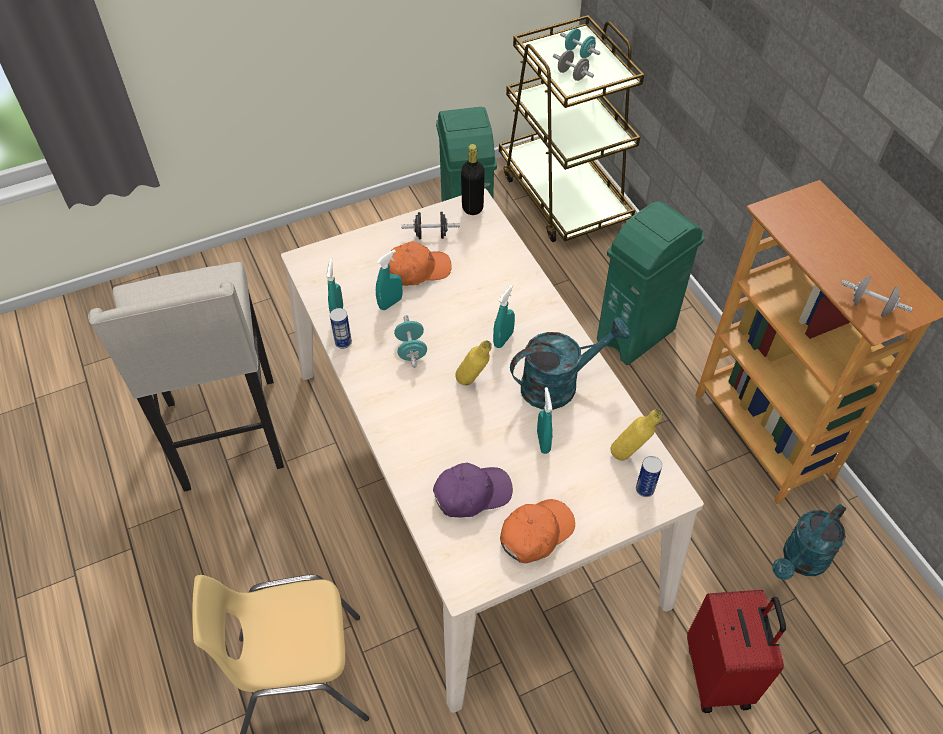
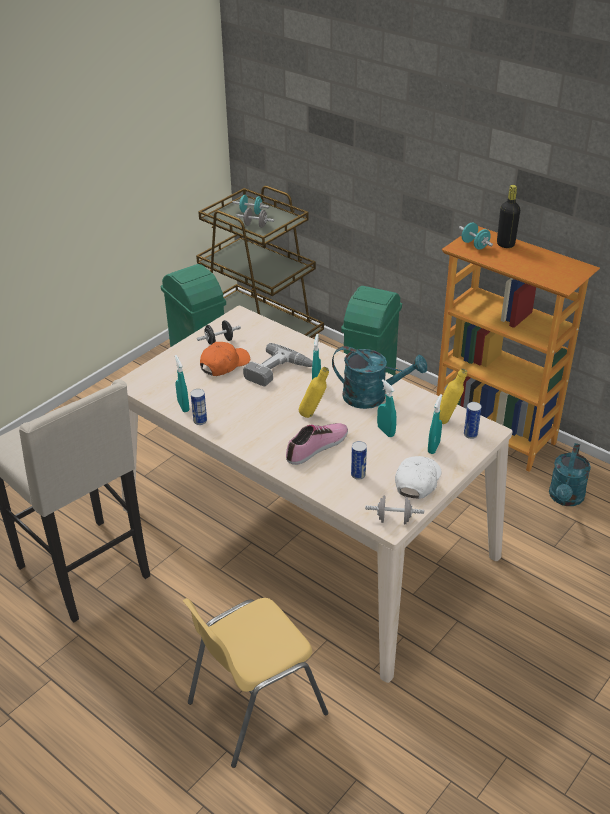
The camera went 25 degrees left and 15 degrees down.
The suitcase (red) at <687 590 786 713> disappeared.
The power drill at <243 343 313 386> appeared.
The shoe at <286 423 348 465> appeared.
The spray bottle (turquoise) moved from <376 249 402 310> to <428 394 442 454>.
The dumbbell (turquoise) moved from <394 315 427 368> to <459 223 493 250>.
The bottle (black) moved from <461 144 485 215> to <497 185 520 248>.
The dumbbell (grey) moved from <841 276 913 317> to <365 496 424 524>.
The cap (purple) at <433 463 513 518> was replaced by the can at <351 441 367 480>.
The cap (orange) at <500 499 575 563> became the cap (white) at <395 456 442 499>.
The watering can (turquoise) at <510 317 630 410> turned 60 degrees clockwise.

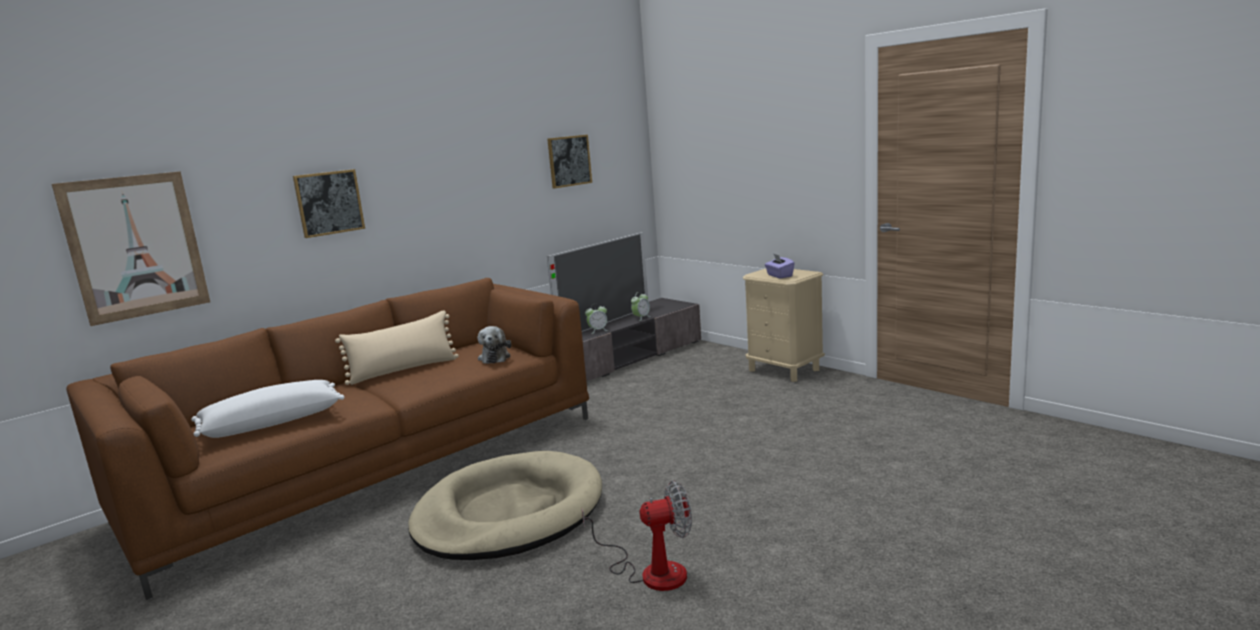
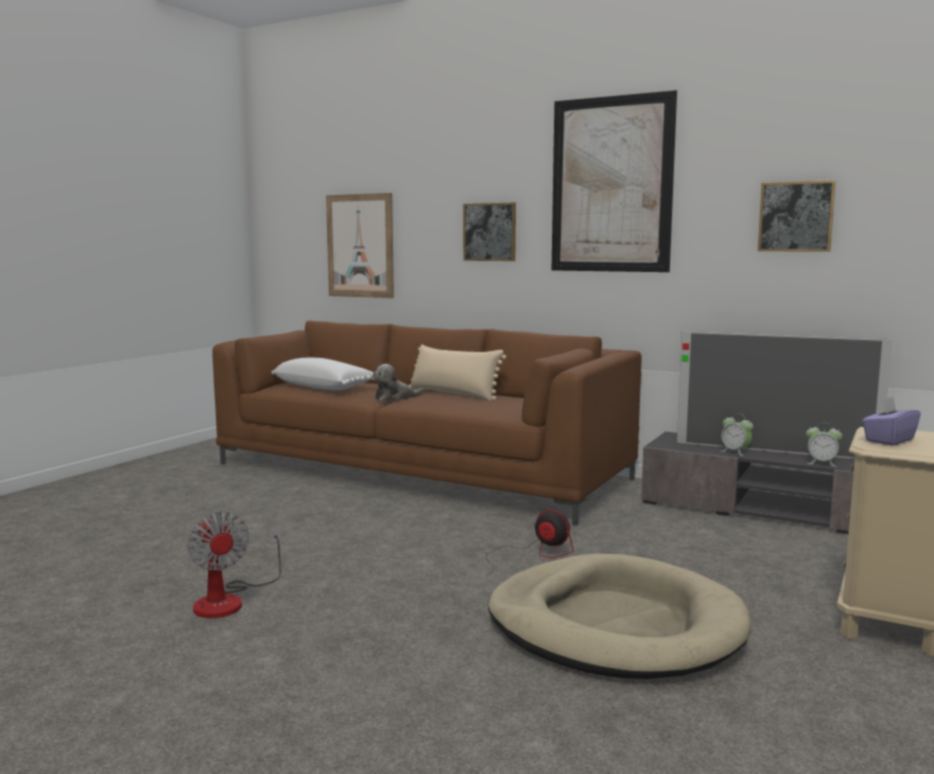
The camera went 70 degrees right and 5 degrees down.
The fan at <486 510 573 576> appeared.
The picture at <552 90 677 272> appeared.
The dog bed (beige) moved from <408 451 602 560> to <488 553 751 679>.
The plush toy moved from <478 326 511 364> to <372 364 424 401>.

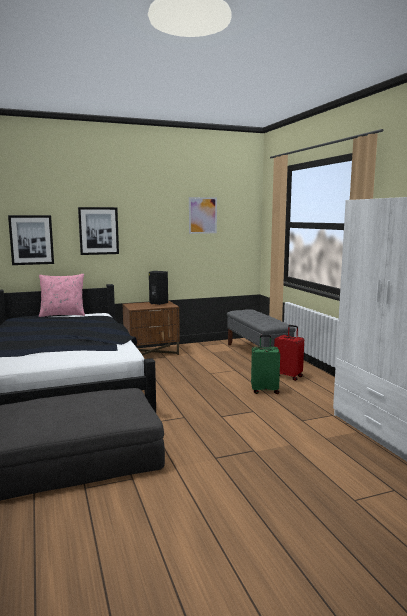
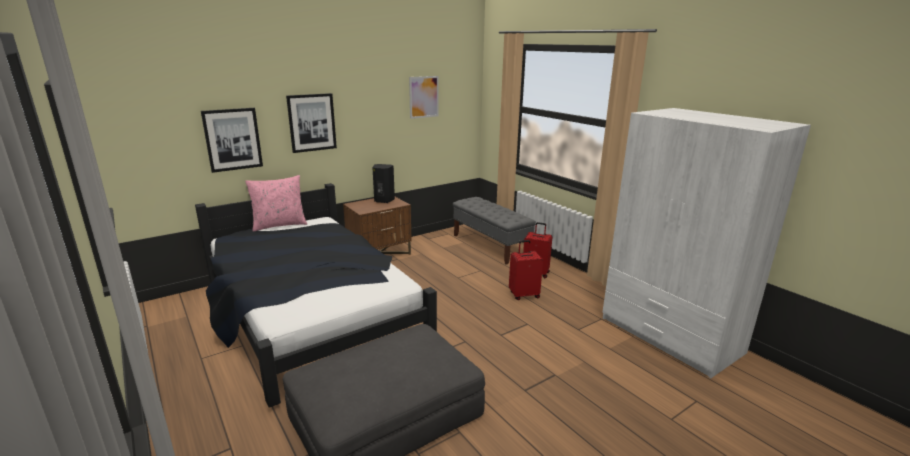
The camera went 15 degrees left and 10 degrees up.
The suitcase (green) at <251 335 280 394> became the suitcase (red) at <509 240 543 300>.

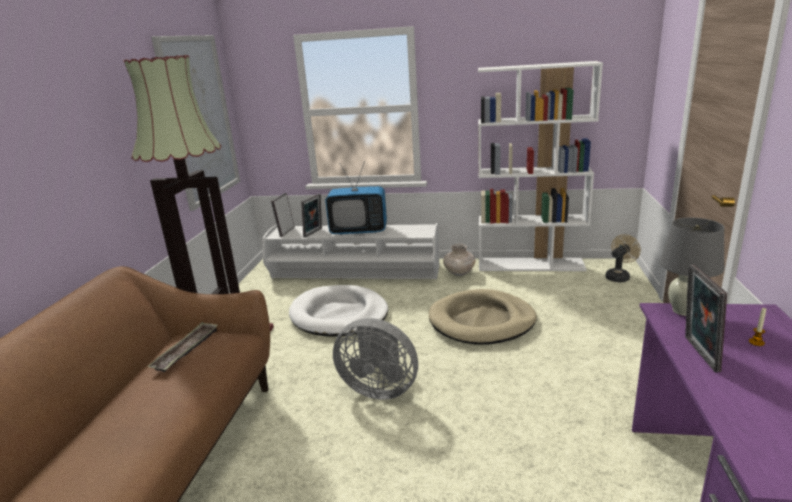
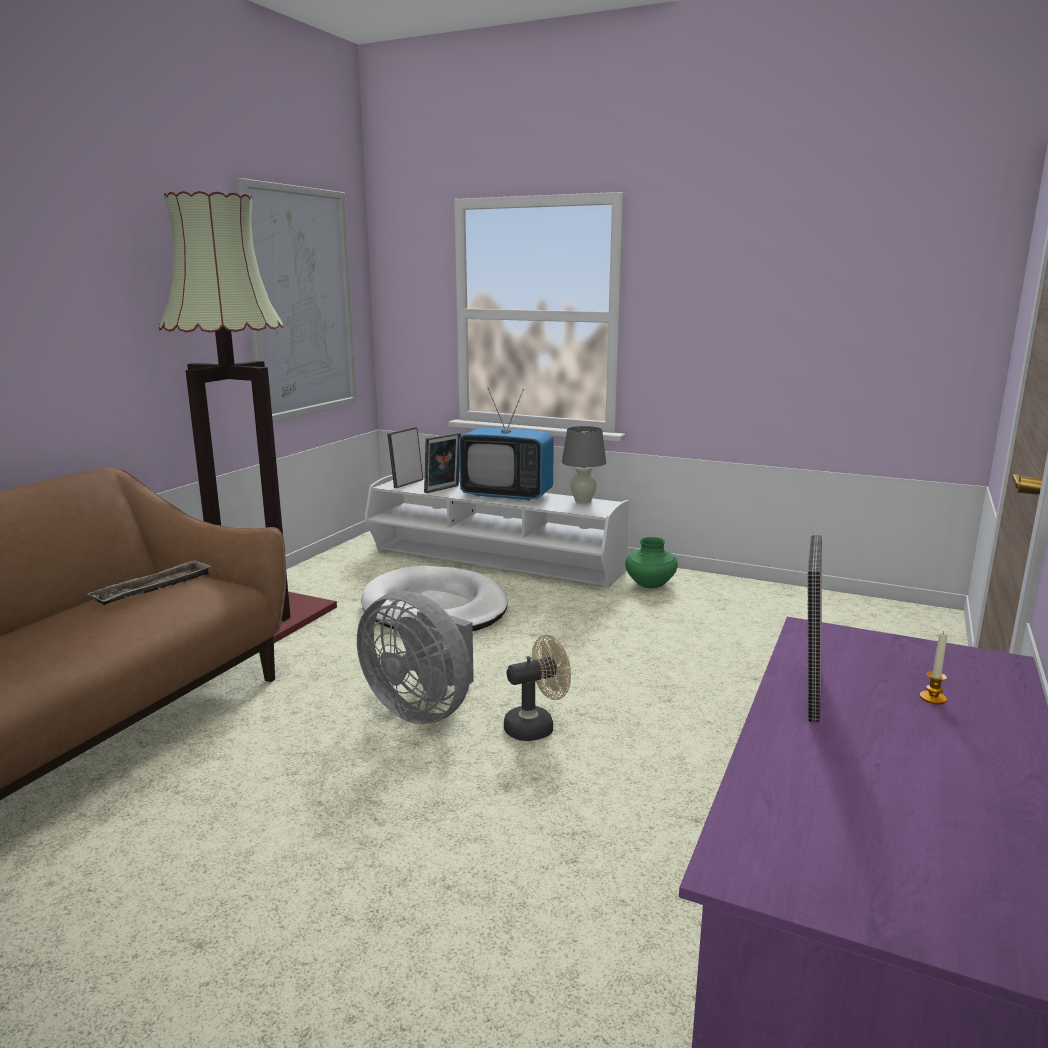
The camera went 15 degrees right and 5 degrees down.
The dog bed (beige) at <429 289 537 345> disappeared.
The bookcase (white) at <478 61 603 271> disappeared.
The fan (beige) moved from <605 234 641 282> to <504 635 571 741>.
The table lamp (grey) moved from <660 218 724 316> to <562 426 606 503>.
The vase (beige) at <443 244 475 276> became the vase (green) at <625 537 678 588>.

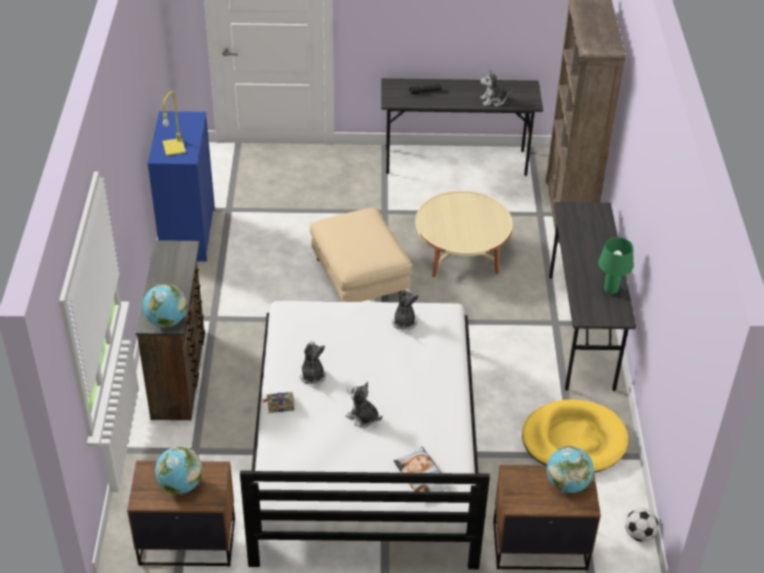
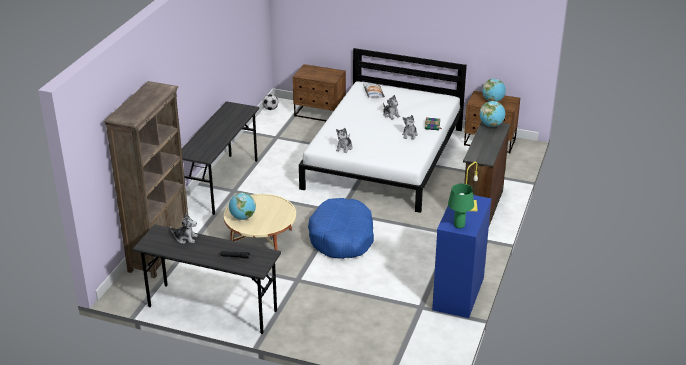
The camera went 160 degrees left and 10 degrees down.
The dog bed (yellow) at <522 399 628 473> disappeared.
The globe moved from <547 446 594 493> to <229 193 256 220>.
The table lamp (green) moved from <598 237 633 294> to <448 184 474 229>.
The ottoman (beige) at <310 208 411 302> was replaced by the dog bed (blue) at <308 198 374 259>.

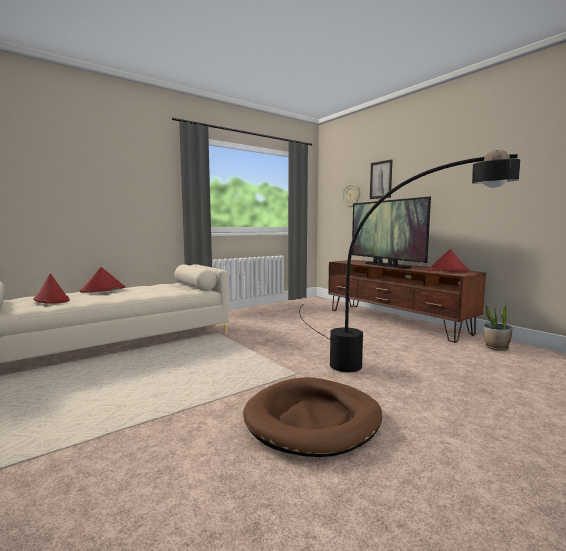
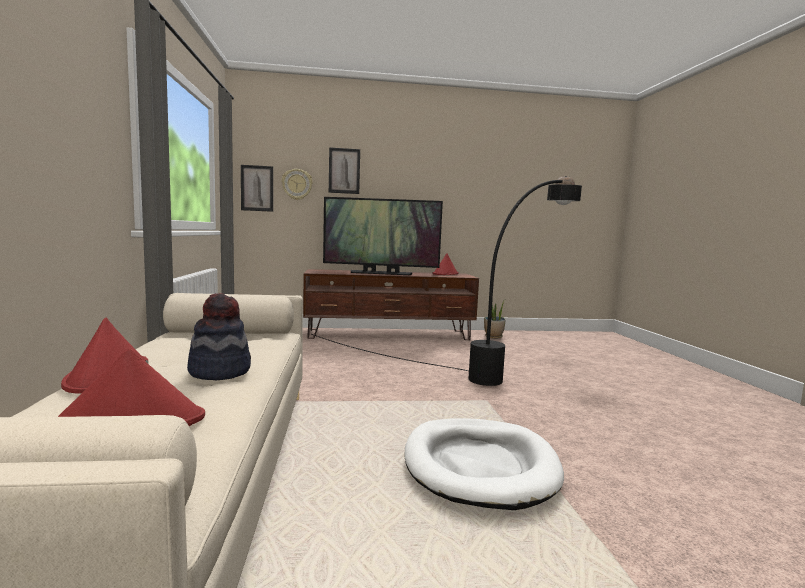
The camera went 60 degrees left and 0 degrees up.
The dog bed (brown) at <243 377 382 457> disappeared.
The hat at <187 293 251 380> appeared.
The picture at <241 165 273 212> appeared.
The dog bed (white) at <404 418 564 510> appeared.

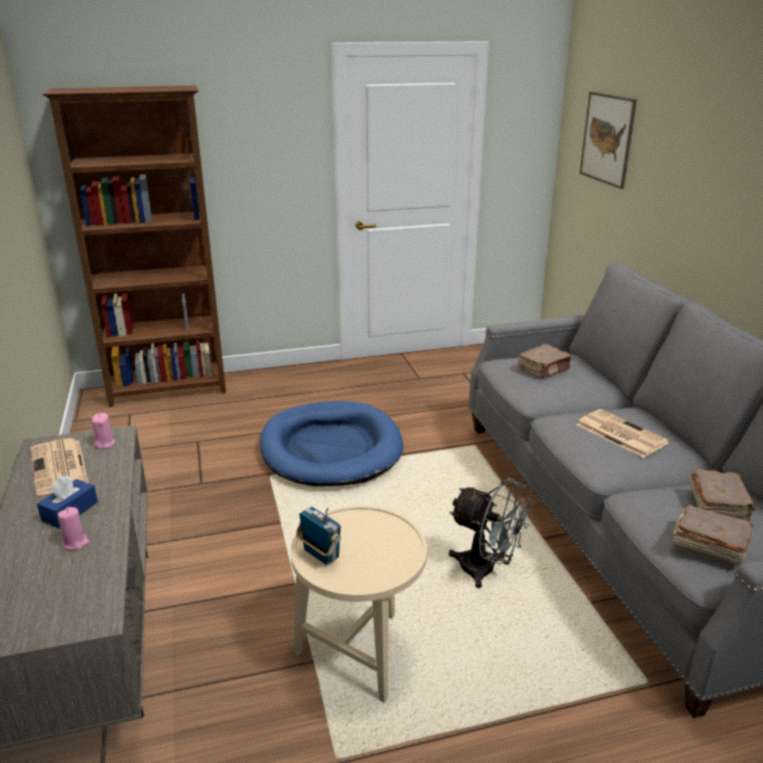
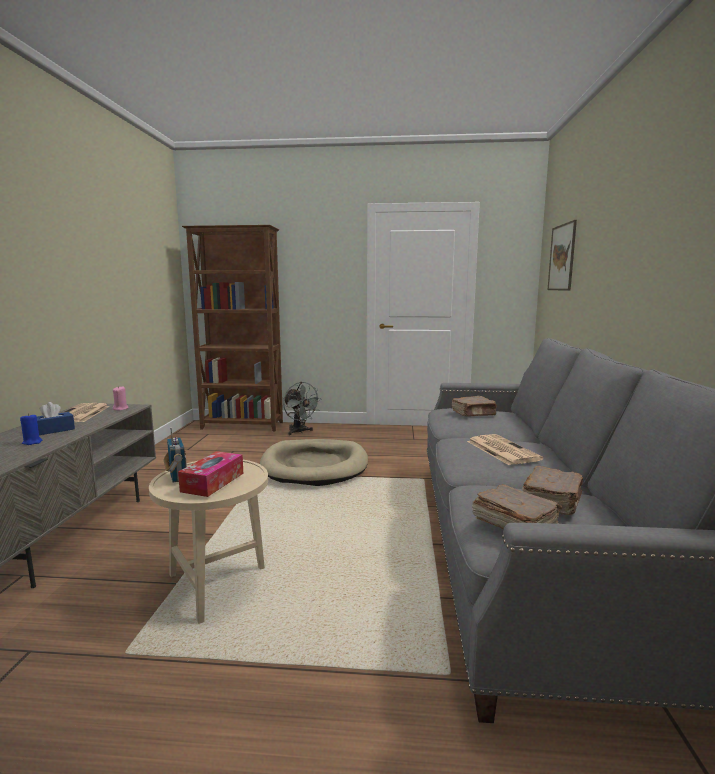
The camera went 20 degrees right and 15 degrees down.
The tissue box at <178 451 243 497> appeared.
The fan (grey) moved from <449 478 534 588> to <283 382 322 435>.
The candle (pink) at <58 507 90 550> became the candle (blue) at <20 413 43 445>.
The dog bed (blue) at <260 401 403 486> became the dog bed (beige) at <260 439 368 486>.

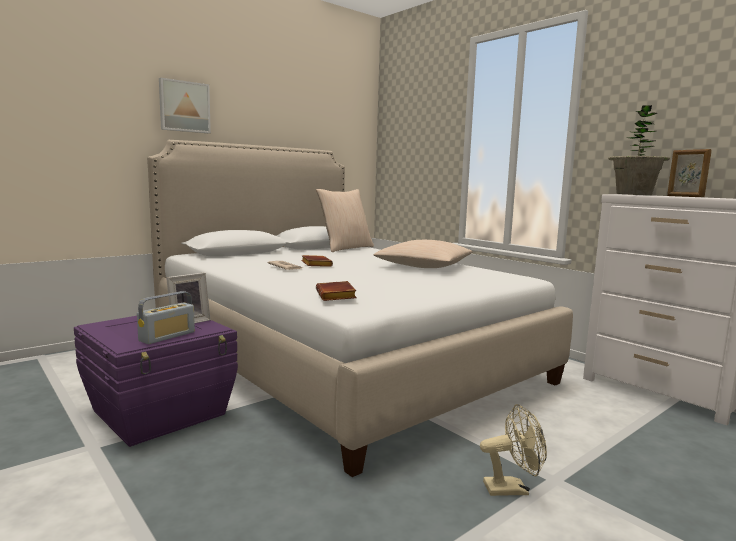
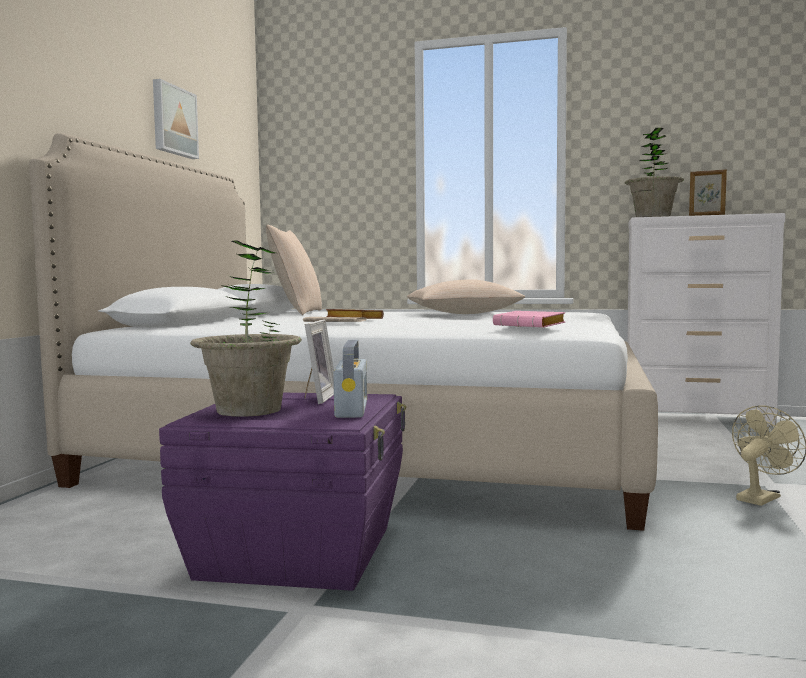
The camera went 35 degrees left and 5 degrees down.
The potted plant at <190 240 302 417> appeared.
The picture moved from <159 78 211 133> to <153 79 199 159>.
The book (brown) at <316 281 357 301> became the book (pink) at <493 311 565 328>.

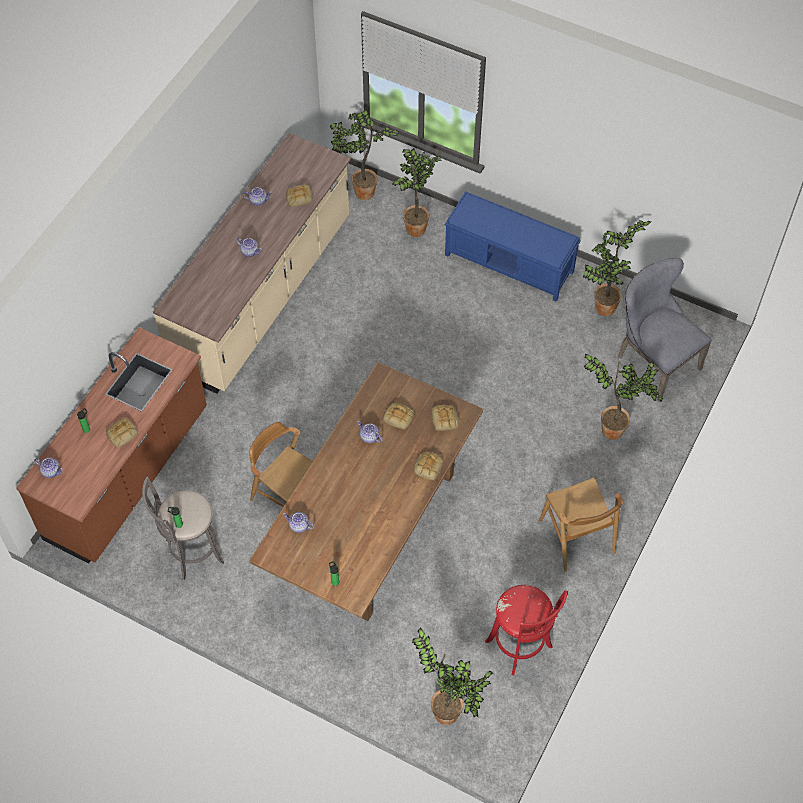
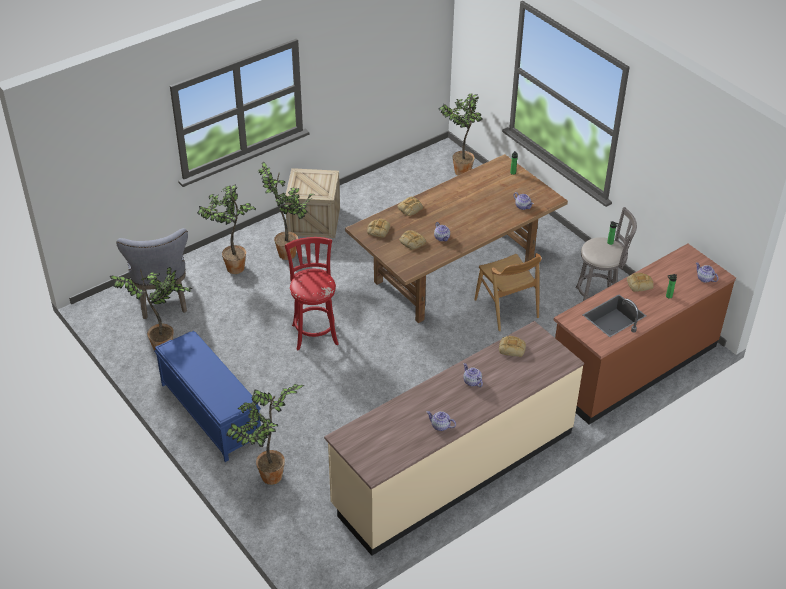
The camera went 155 degrees left and 15 degrees down.
The bread moved from <286 185 313 207> to <499 336 526 357>.
The potted plant moved from <330 109 399 200> to <257 161 313 260>.
The stool (red) moved from <485 585 568 675> to <285 237 339 350>.
The chair (brown) at <539 478 623 572> was replaced by the crate at <285 168 340 238>.

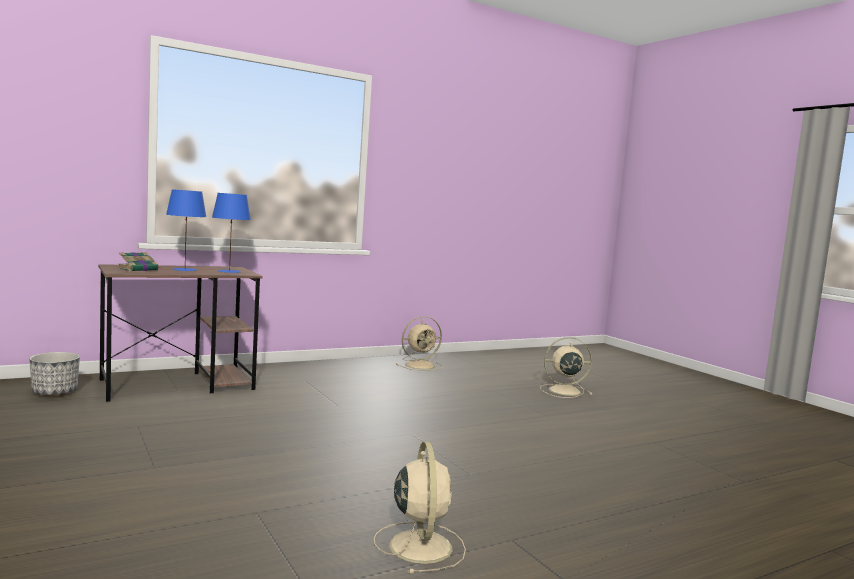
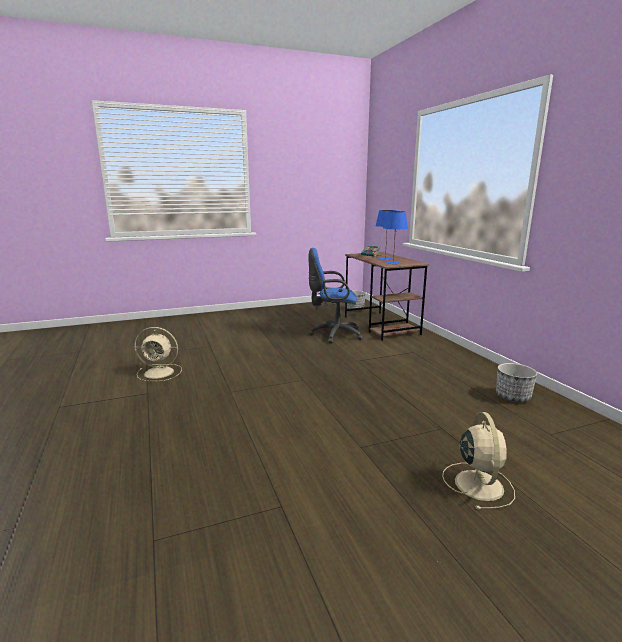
The camera went 100 degrees right and 10 degrees up.
The office chair (blue) at <308 248 363 343> appeared.
The fan (beige) at <396 316 443 371> was replaced by the planter at <496 363 537 402>.

